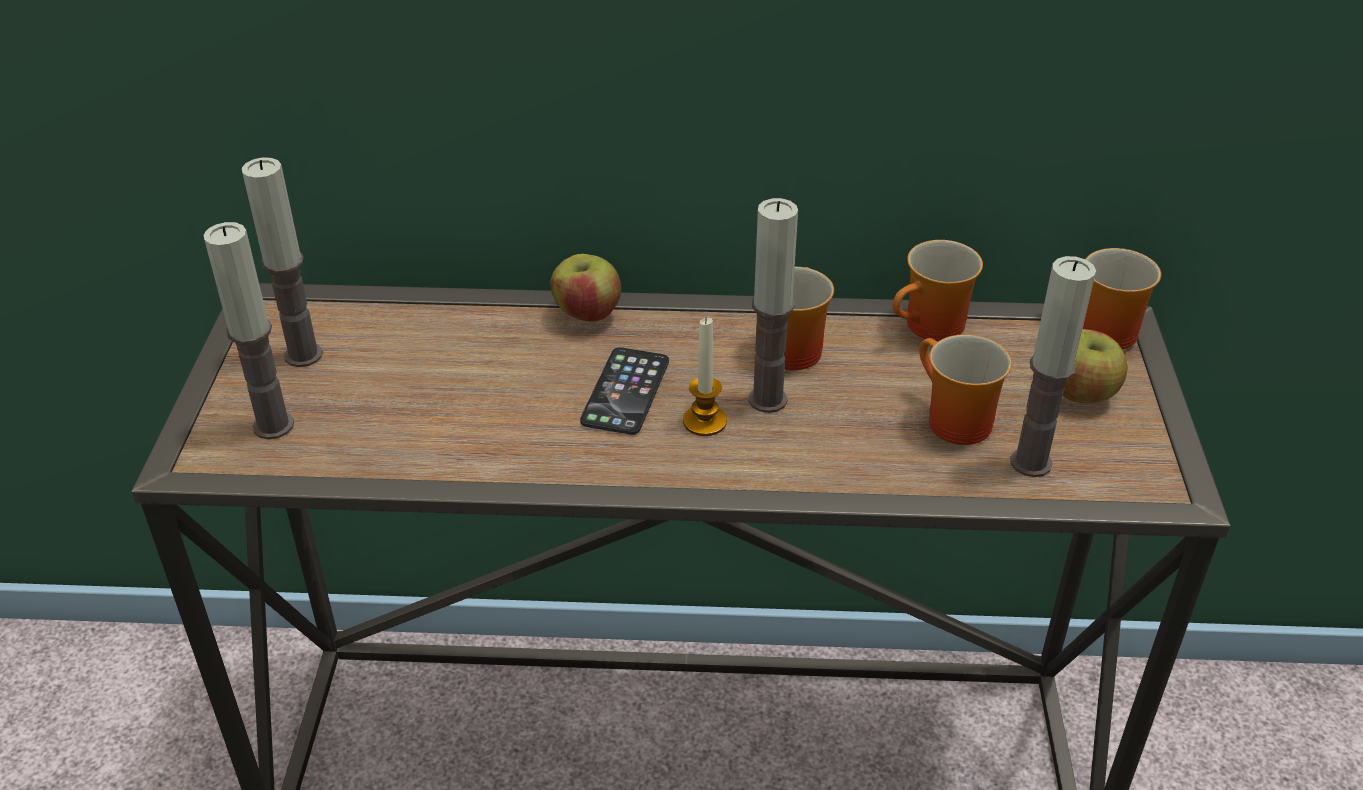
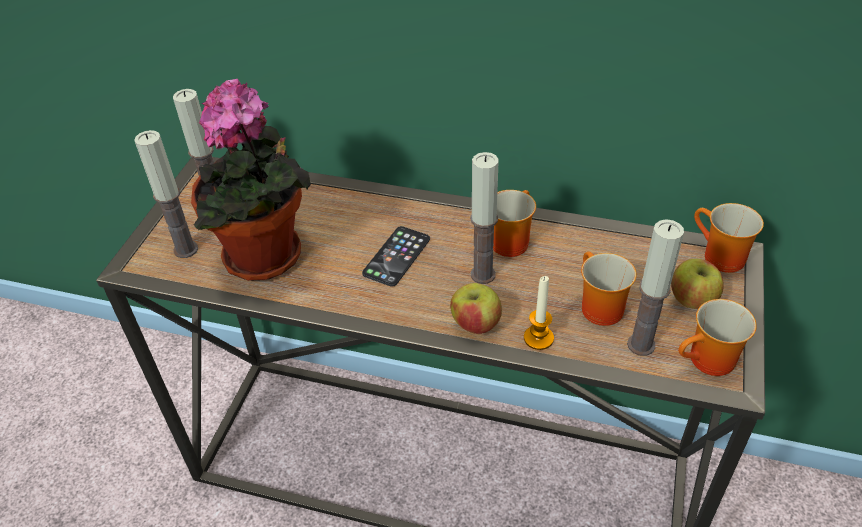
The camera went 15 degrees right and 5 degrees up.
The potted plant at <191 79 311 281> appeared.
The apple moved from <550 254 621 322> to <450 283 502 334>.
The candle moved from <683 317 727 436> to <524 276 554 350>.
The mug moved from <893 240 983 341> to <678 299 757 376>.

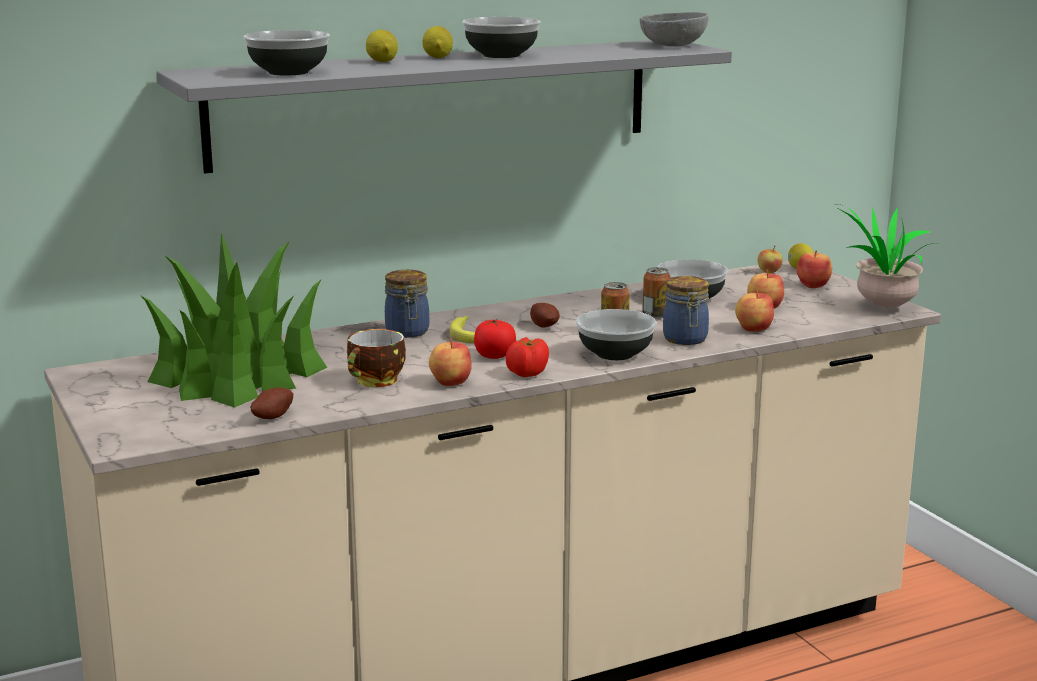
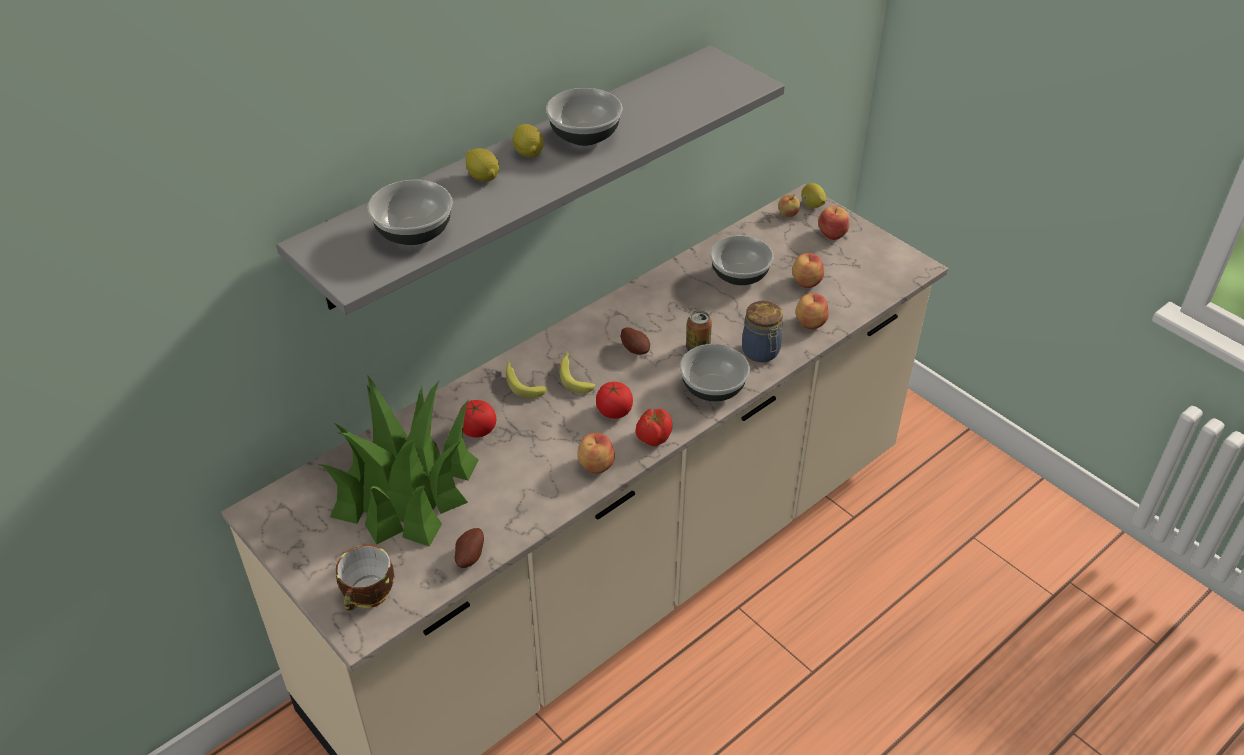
The camera went 15 degrees left and 25 degrees up.
The bowl (grey) at <640 12 709 46> disappeared.
The can at <642 267 671 318> disappeared.
The potted plant at <838 204 939 307> disappeared.
The tomato at <460 400 496 437> appeared.
The cup moved from <347 329 406 387> to <336 545 394 611>.
The jar at <385 270 429 338> was replaced by the banana at <506 360 547 398>.

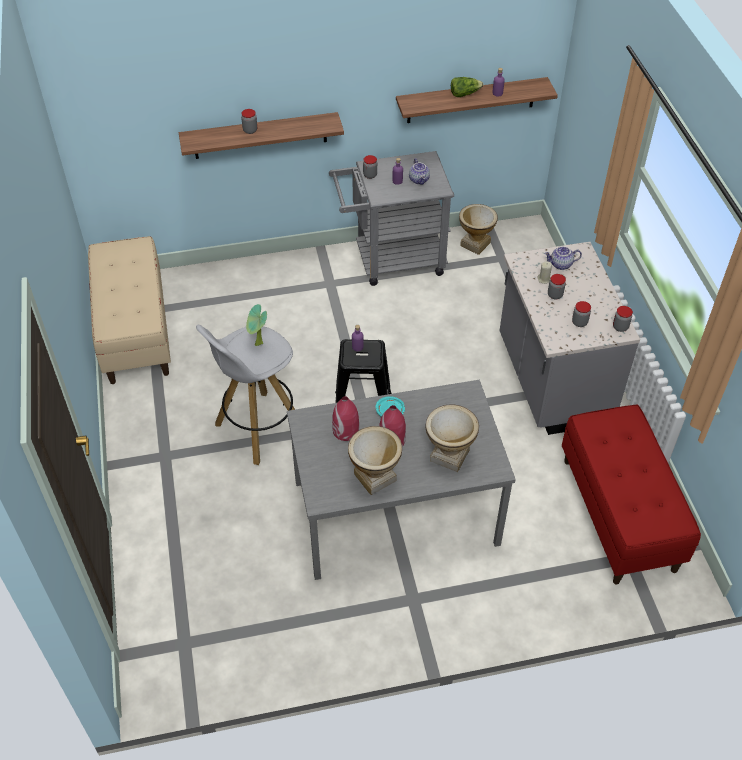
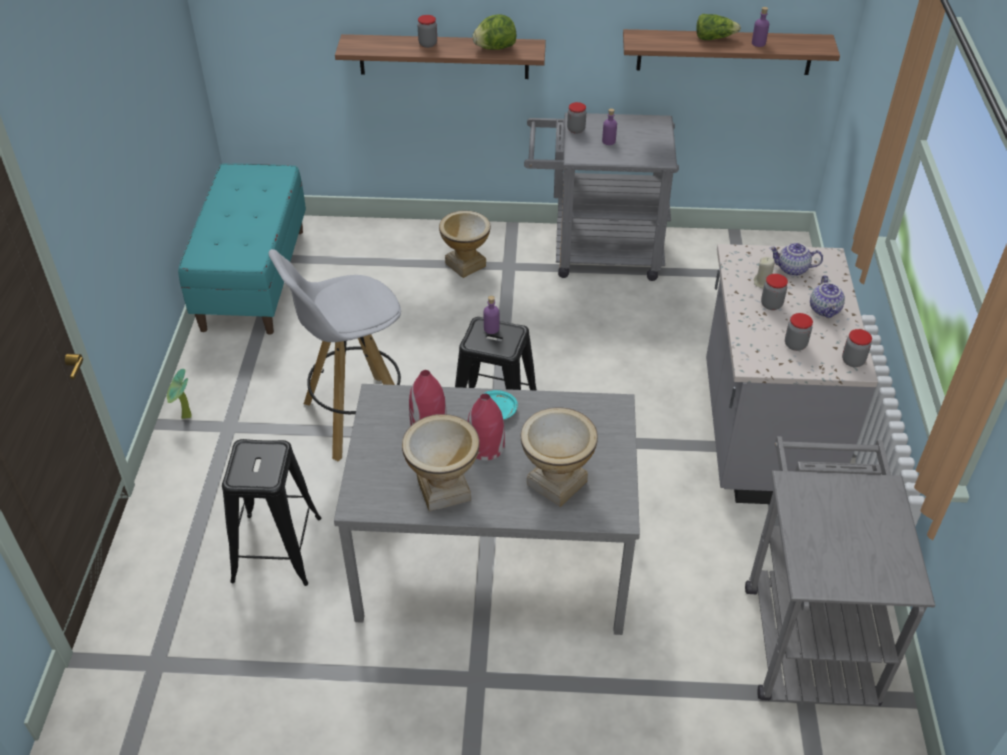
The camera went 15 degrees right and 5 degrees down.
The stool (black) at <222 439 321 586> appeared.
The lettuce at <473 14 516 50> appeared.
The potted plant moved from <246 304 267 346> to <167 369 192 419>.
The teapot moved from <409 158 430 185> to <810 275 845 318>.
The vase moved from <459 204 498 255> to <439 211 491 278>.
The bench (red) at <562 405 701 585> was replaced by the cart (grey) at <745 436 935 706>.
The bench (beige) at <88 236 171 384> became the bench (turquoise) at <178 164 306 335>.

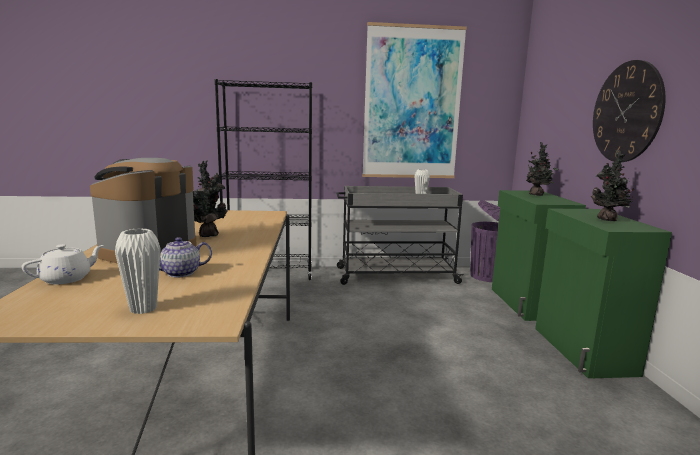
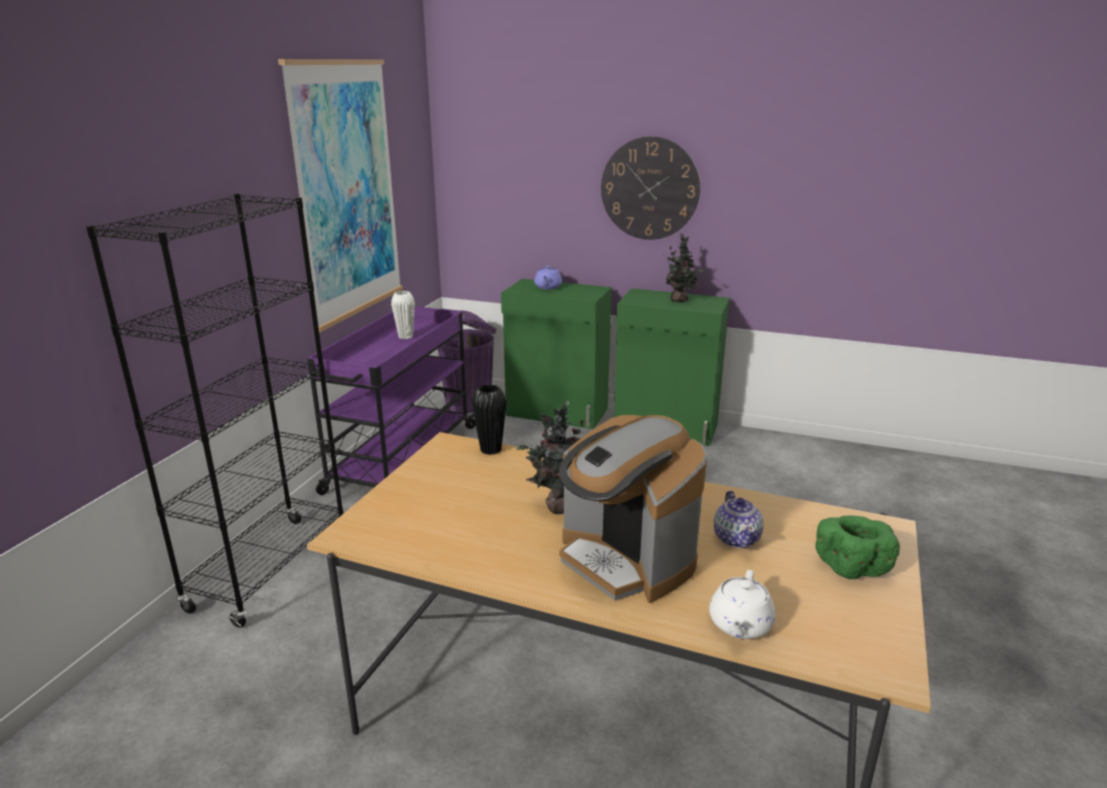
The camera went 65 degrees left and 10 degrees up.
The vase (black) at <472 384 507 455> appeared.
The vase (white) at <115 228 161 314> was replaced by the bowl (green) at <815 516 900 579>.
The potted plant at <526 142 558 196> was replaced by the teapot (purple) at <534 266 562 289>.
The cart (grey) at <336 186 464 285> became the cart (purple) at <307 306 476 495>.
The teapot (white) at <22 244 104 284> turned 135 degrees counterclockwise.

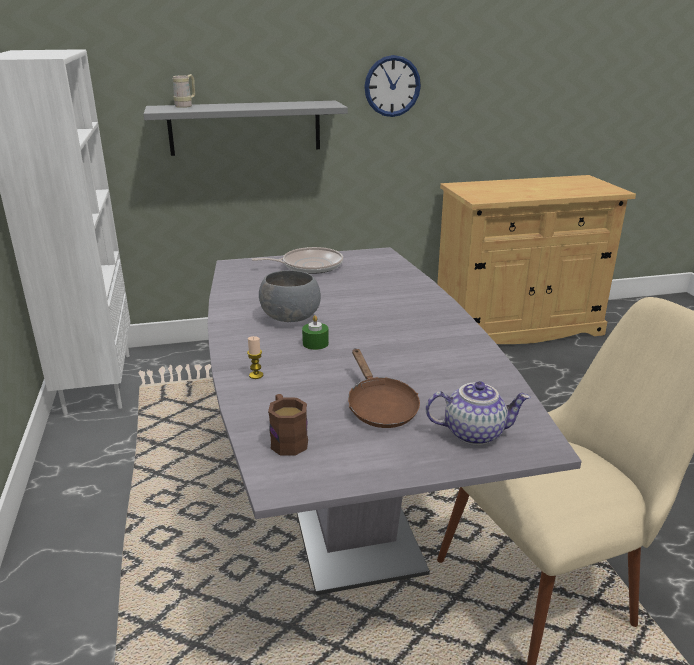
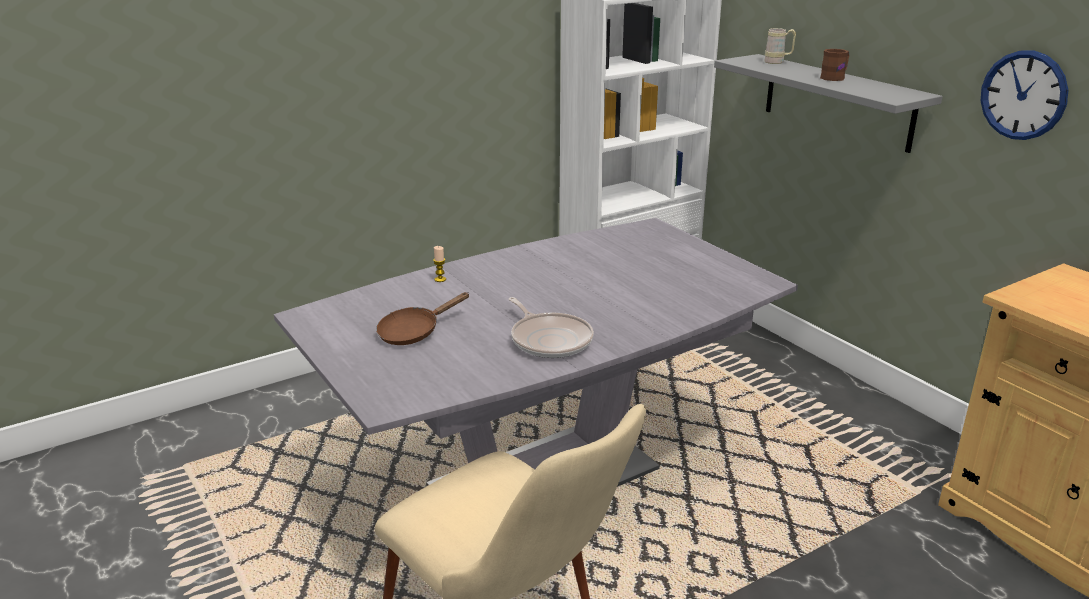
The camera went 70 degrees right and 0 degrees up.
The bowl (grey) at <259 270 321 322> disappeared.
The candle (green) at <302 315 329 350> disappeared.
The teapot at <426 381 530 445> disappeared.
The frying pan moved from <251 247 343 274> to <509 297 594 358>.
The mug (brown) moved from <268 394 308 456> to <820 49 849 81>.

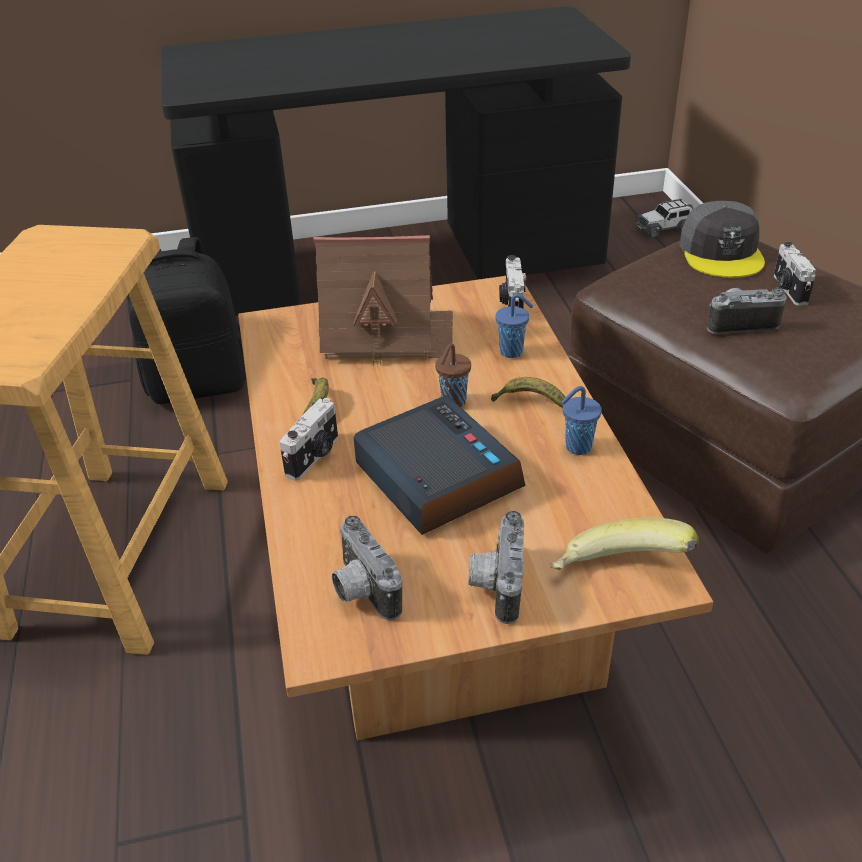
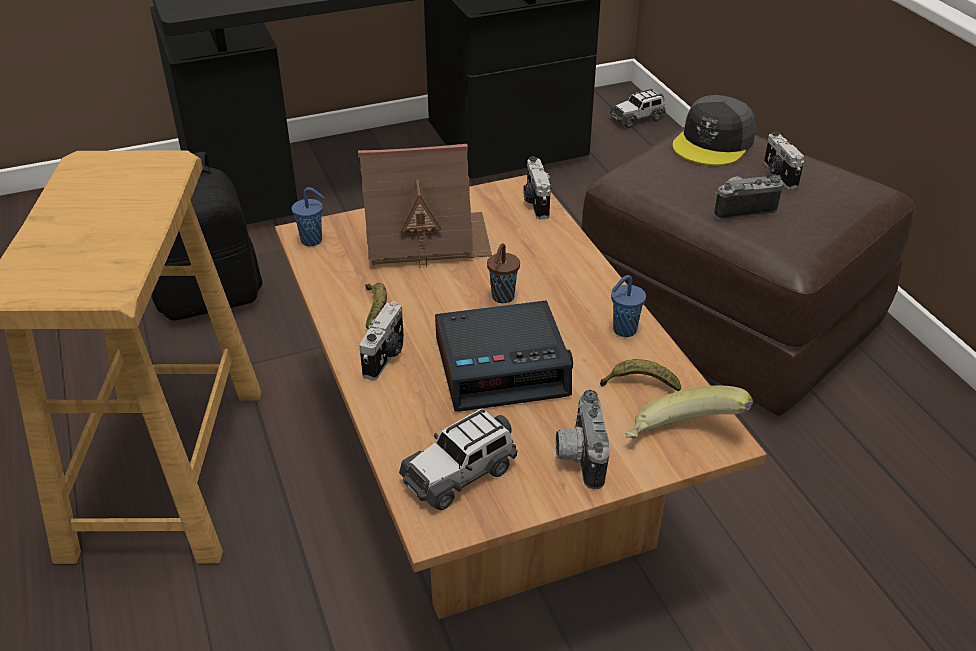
The camera went 10 degrees left and 0 degrees up.
The banana moved from <491 377 565 408> to <600 359 681 391>.
The cup (blue) moved from <496 294 533 358> to <292 187 325 246>.
The photo camera at <332 516 402 621> was replaced by the toy car at <399 408 518 510>.
The alarm clock at <353 395 526 535> turned 120 degrees clockwise.
The cap (grey) at <680 201 765 278> turned 45 degrees clockwise.

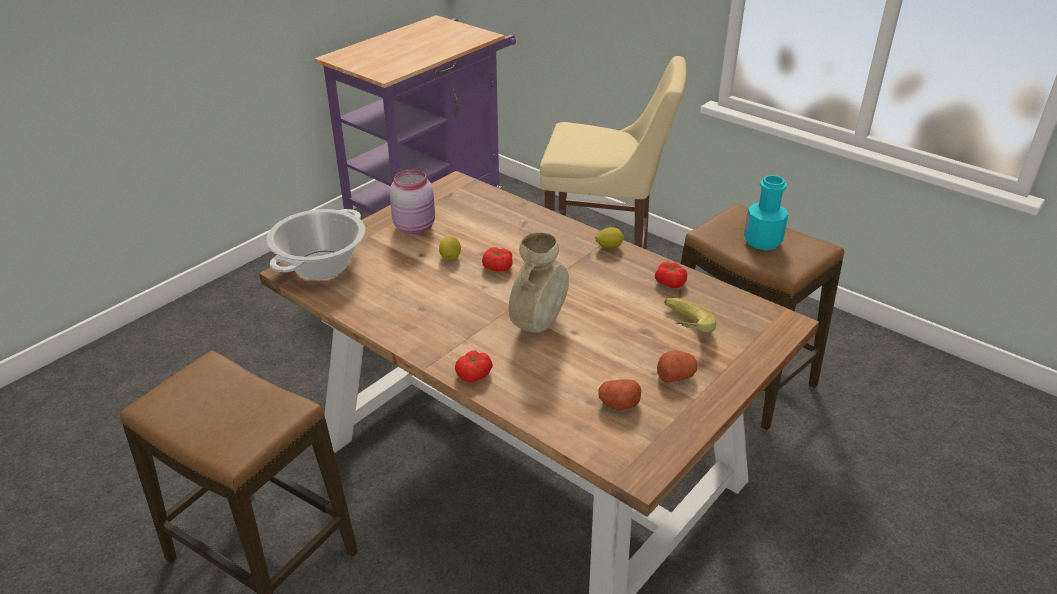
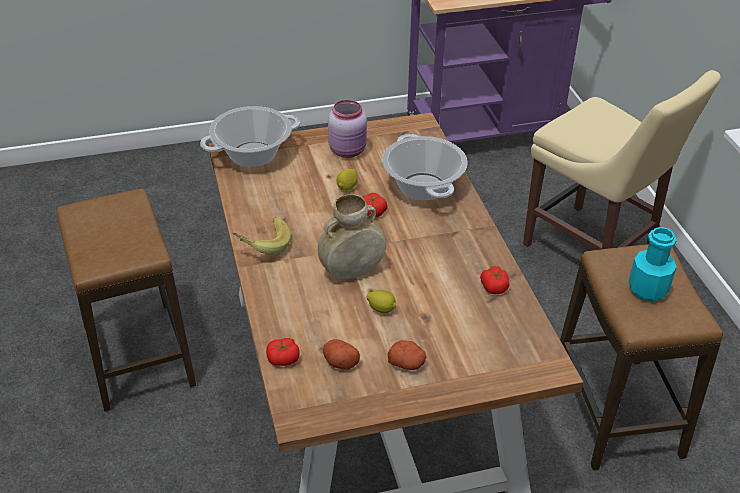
The camera went 35 degrees right and 5 degrees up.
The cooking pot at <382 134 468 200> appeared.
The tomato moved from <455 350 493 382> to <266 338 300 366>.
The lemon moved from <595 227 624 249> to <367 290 396 313>.
The banana moved from <664 298 716 333> to <233 218 291 254>.

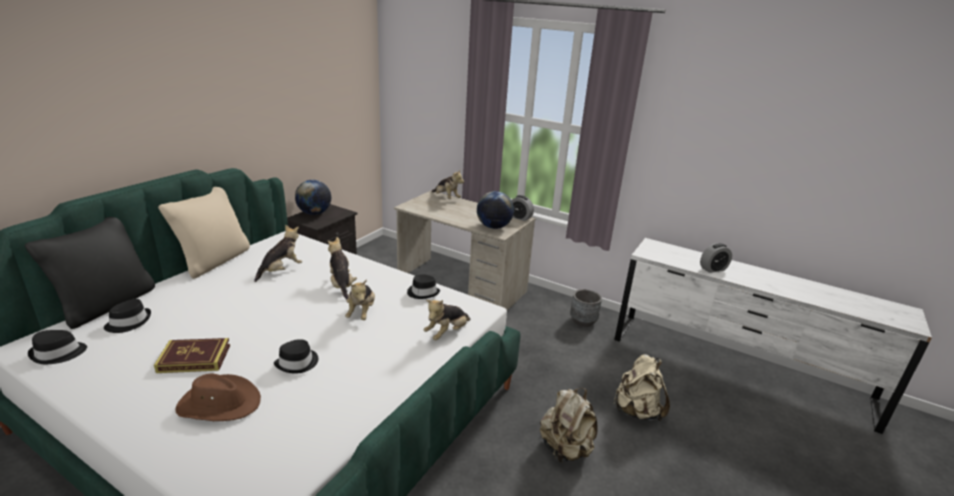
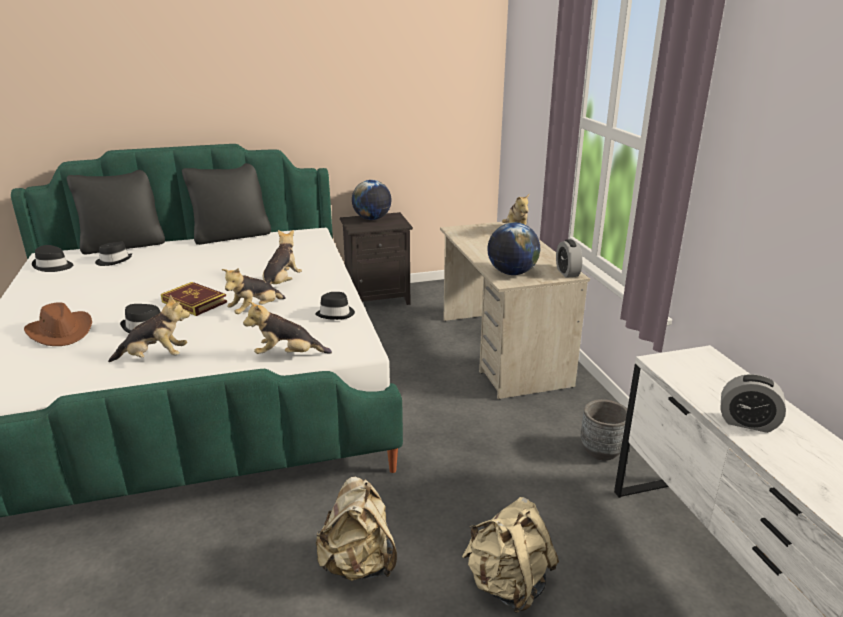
The camera went 45 degrees right and 0 degrees up.
The book moved from <154 338 230 373> to <161 282 227 316>.
The plush toy moved from <254 225 302 282> to <108 295 190 362>.
The pillow (beige) at <158 187 250 279> became the pillow (black) at <182 163 271 245>.

